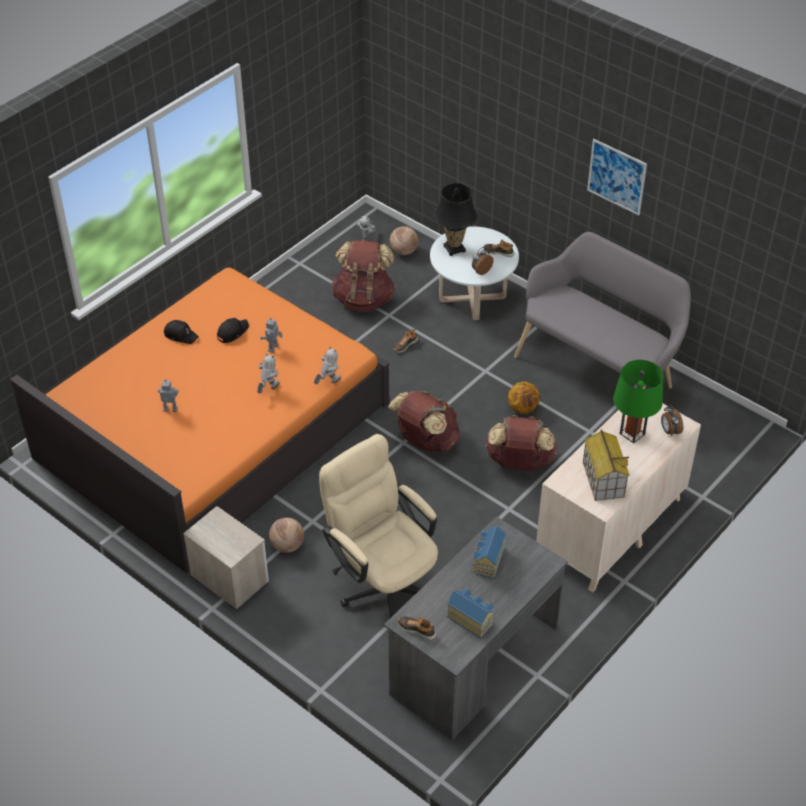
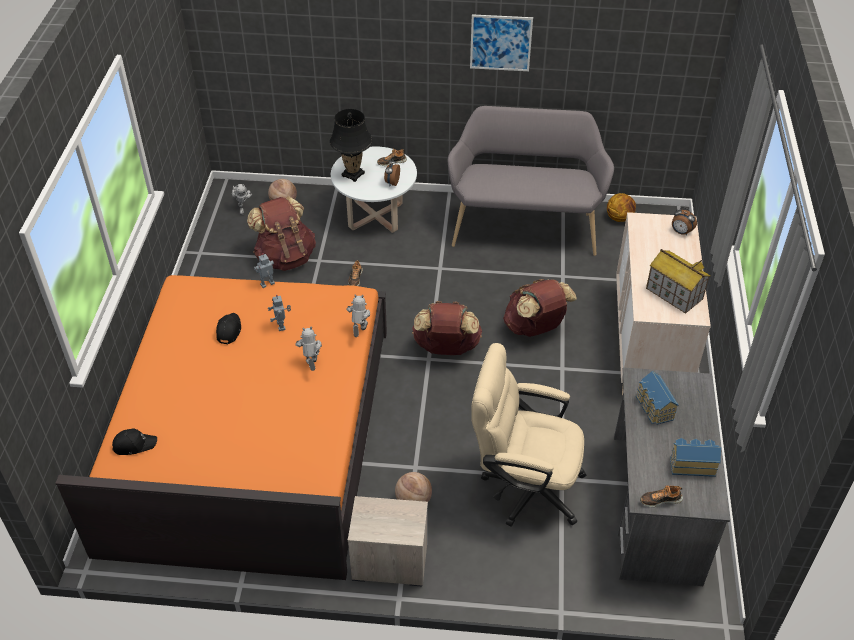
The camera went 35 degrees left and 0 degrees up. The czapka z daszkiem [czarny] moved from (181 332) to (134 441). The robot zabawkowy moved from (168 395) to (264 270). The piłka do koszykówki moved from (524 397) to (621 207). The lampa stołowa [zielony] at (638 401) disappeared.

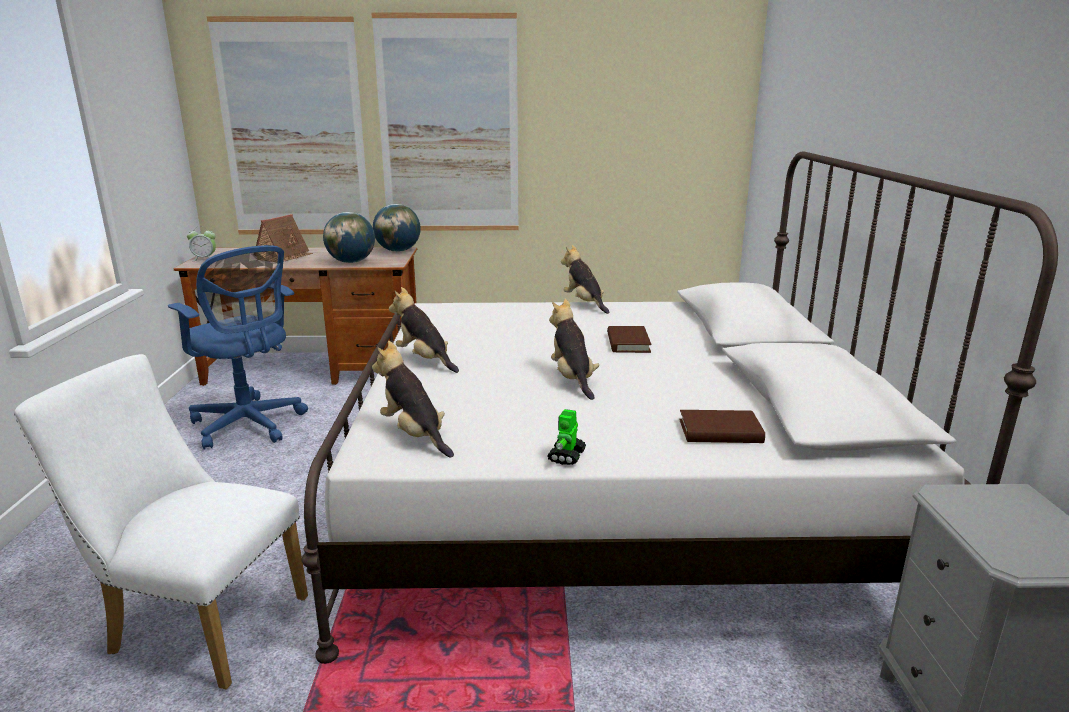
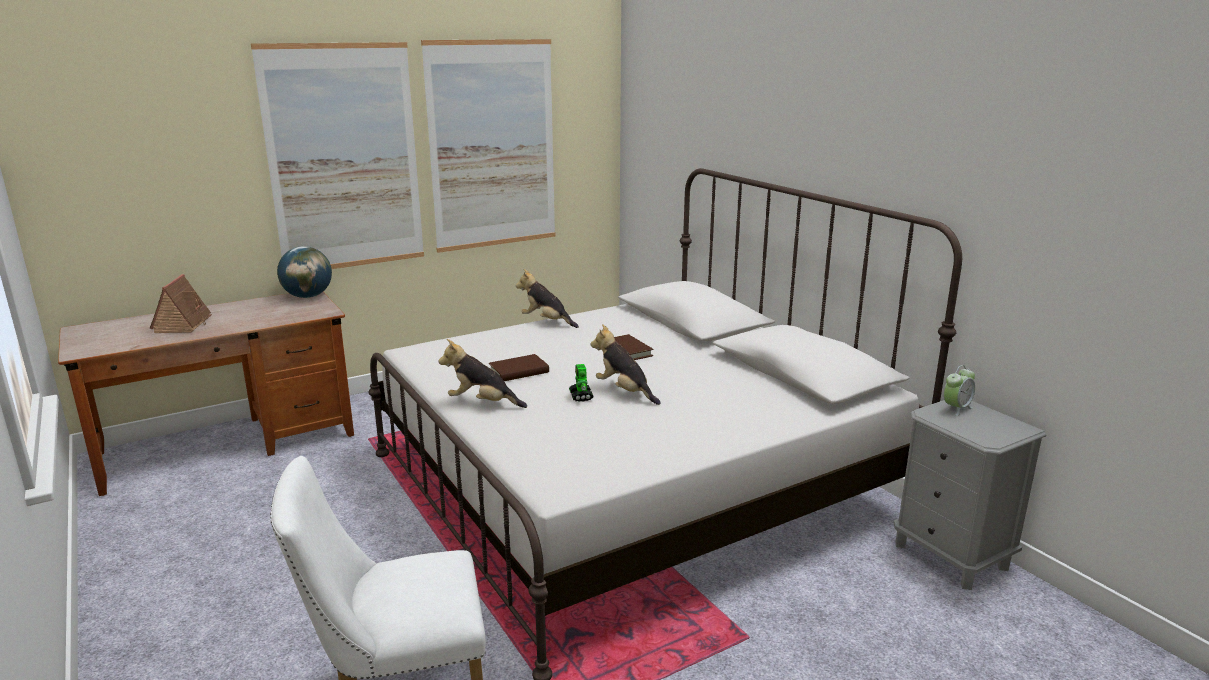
The camera went 30 degrees left and 0 degrees up. The obraz moved from (288 125) to (488 146). The książka [brązowy] moved from (722 426) to (519 367). The robot zabawkowy moved from (566 437) to (581 383). The budzik moved from (201 244) to (959 390). The krzesło biurowe [niebieski] at (238 347) disappeared. The globus at (349 237) disappeared. The pluszak at (413 399) disappeared.

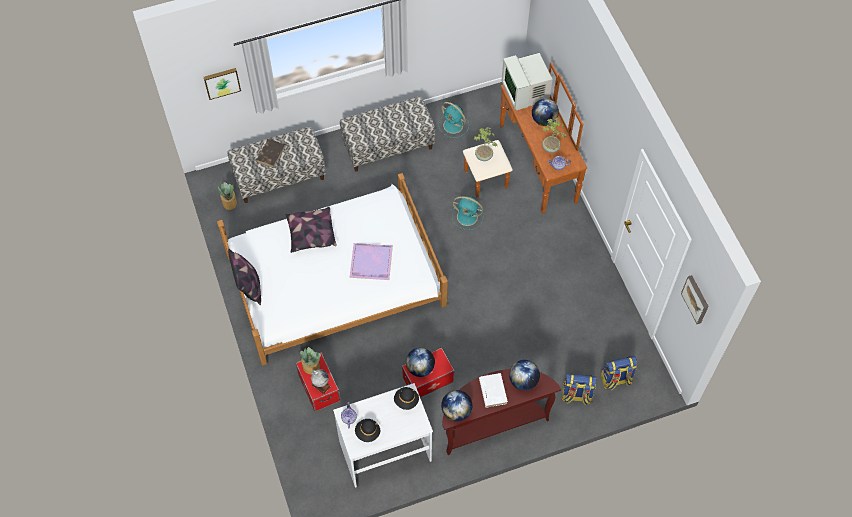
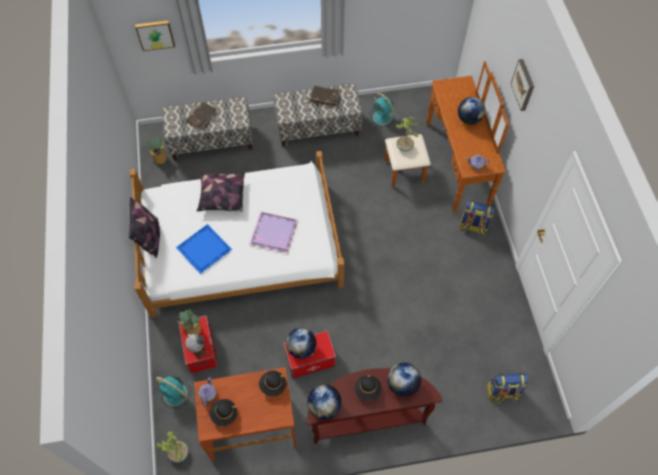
The camera went 10 degrees right and 0 degrees up. The wentylator [turkusowy] moved from (467 213) to (175 394). The roślina doniczkowa moved from (554 135) to (172 447). The taca [niebieski] at (204 249) appeared. The biurko [biały] at (383 435) became the biurko [brązowy] at (245 414). The książka [brązowy] at (325 96) appeared. The książka [biały] at (493 390) was replaced by the kapelusz [czarny] at (368 388). The plecak moved from (579 389) to (477 218). The obraz moved from (695 299) to (522 85). The monitor at (526 82) disappeared.

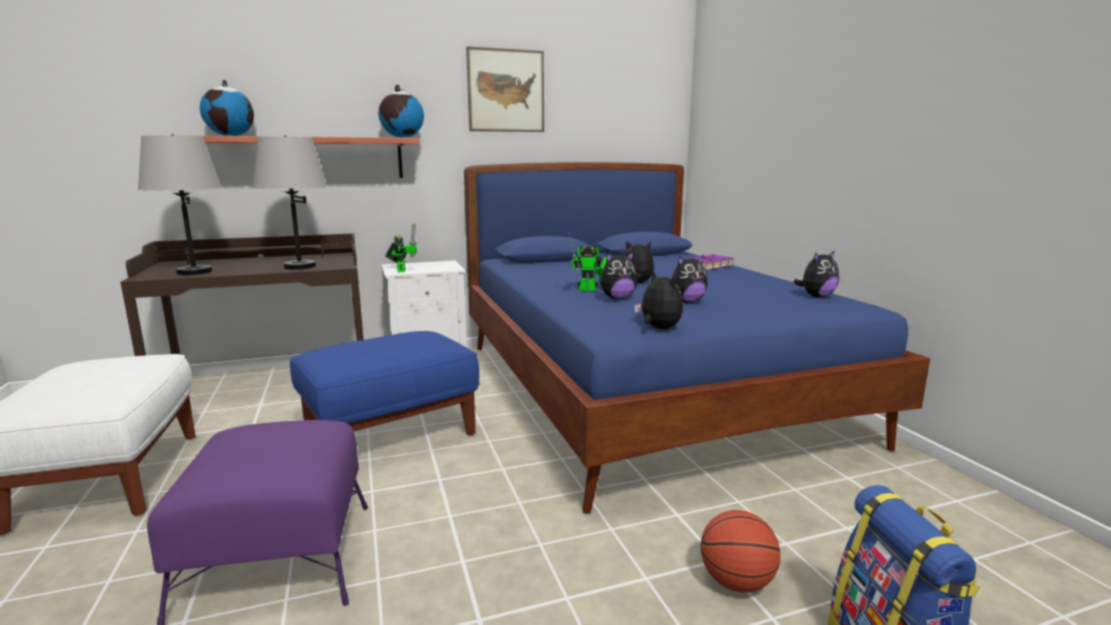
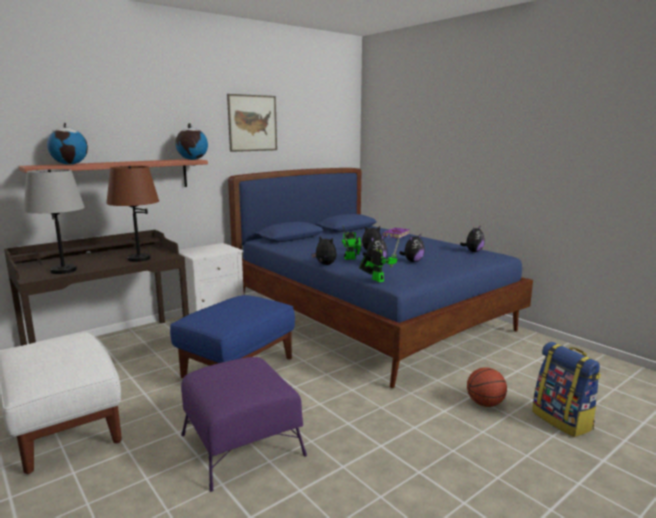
The camera went 20 degrees left and 0 degrees up. The lampa stołowa [szary] at (290 202) became the lampa stołowa [brązowy] at (132 214). The pluszak moved from (659 299) to (324 250). The robot zabawkowy moved from (401 247) to (379 260).

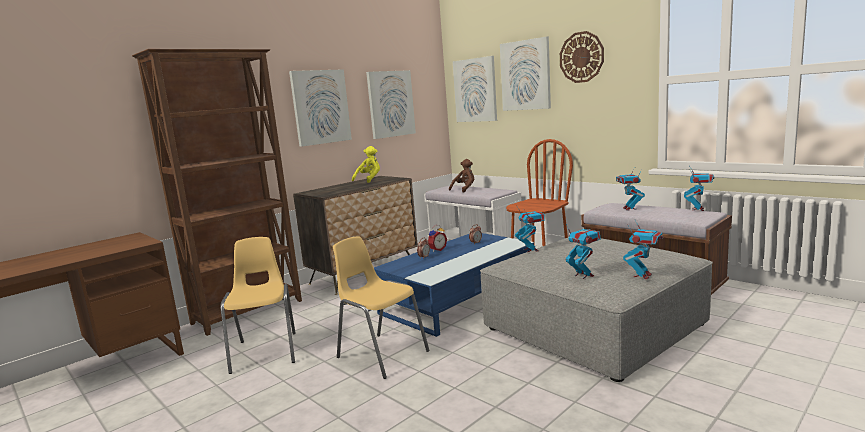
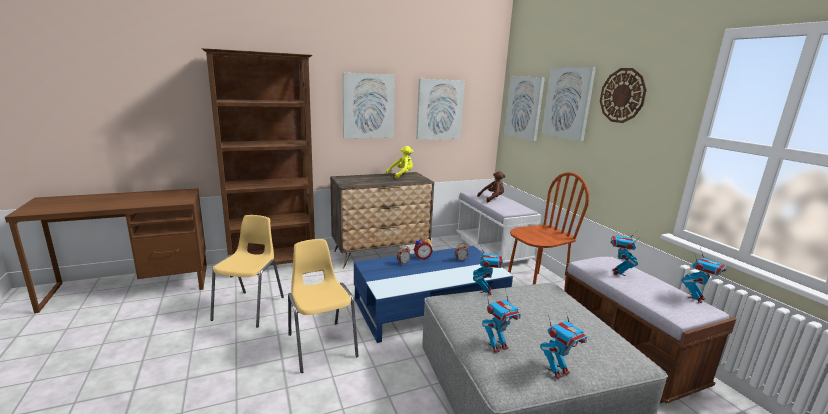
The camera went 20 degrees right and 5 degrees up. The robot zabawkowy at (583 251) turned 75 degrees clockwise.

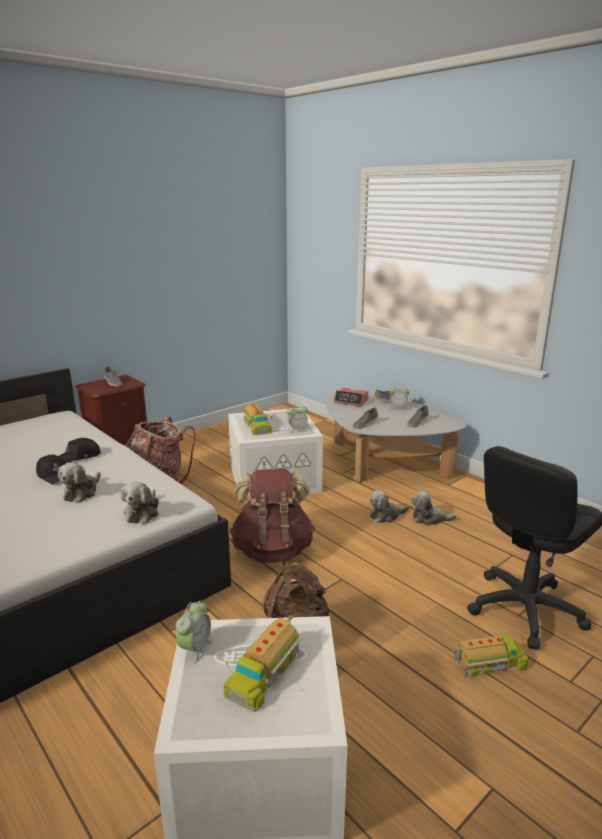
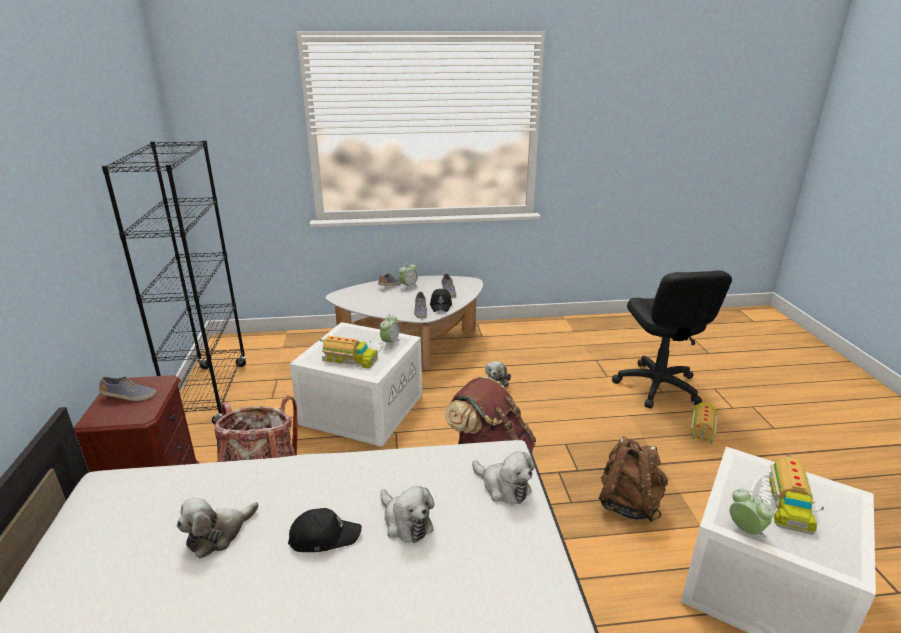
The camera went 55 degrees left and 5 degrees up. The regał [czarny] at (174 282) appeared. The pluszak moved from (434 508) to (218 528). The czapka z daszkiem [czarny] moved from (80 450) to (441 300). The ciężarówka zabawkowa at (262 664) turned 45 degrees clockwise. The budzik at (351 397) disappeared.

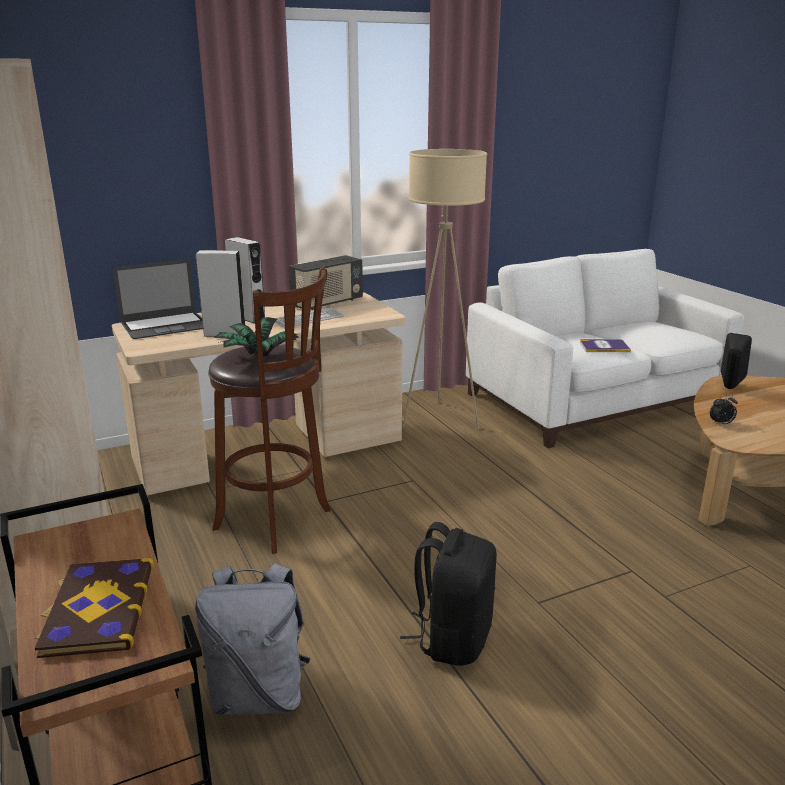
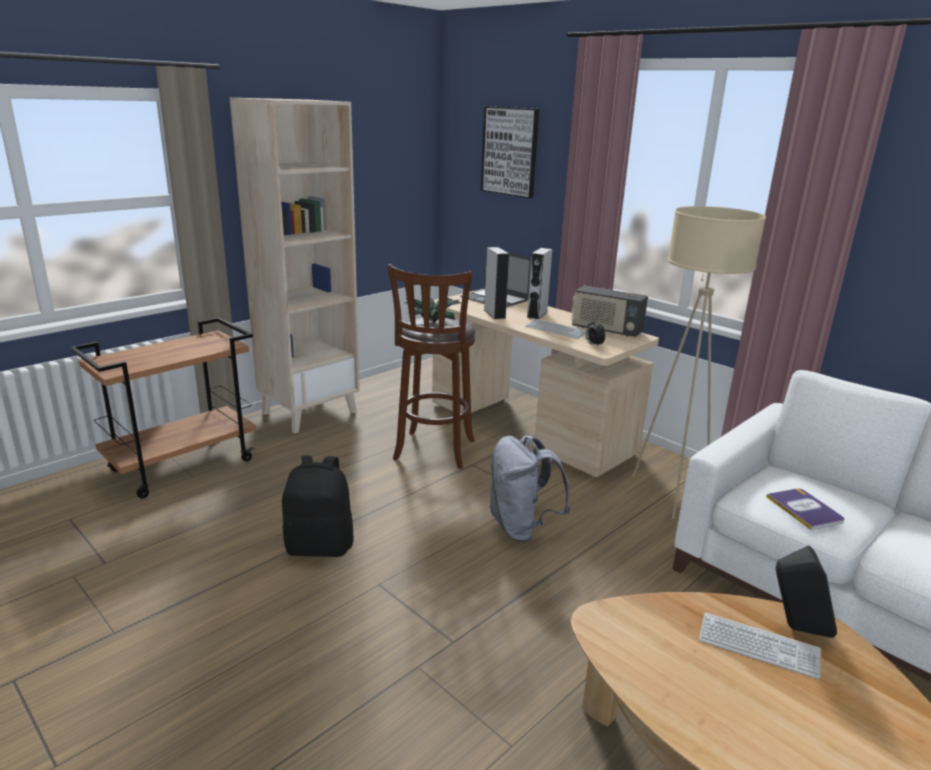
The camera went 70 degrees right and 0 degrees up. The obraz at (510 152) appeared. The plecak [szary] moved from (253 639) to (530 488). The budzik moved from (724 409) to (595 333). The klawiatura at (760 646) appeared. The książka at (94 608) disappeared.

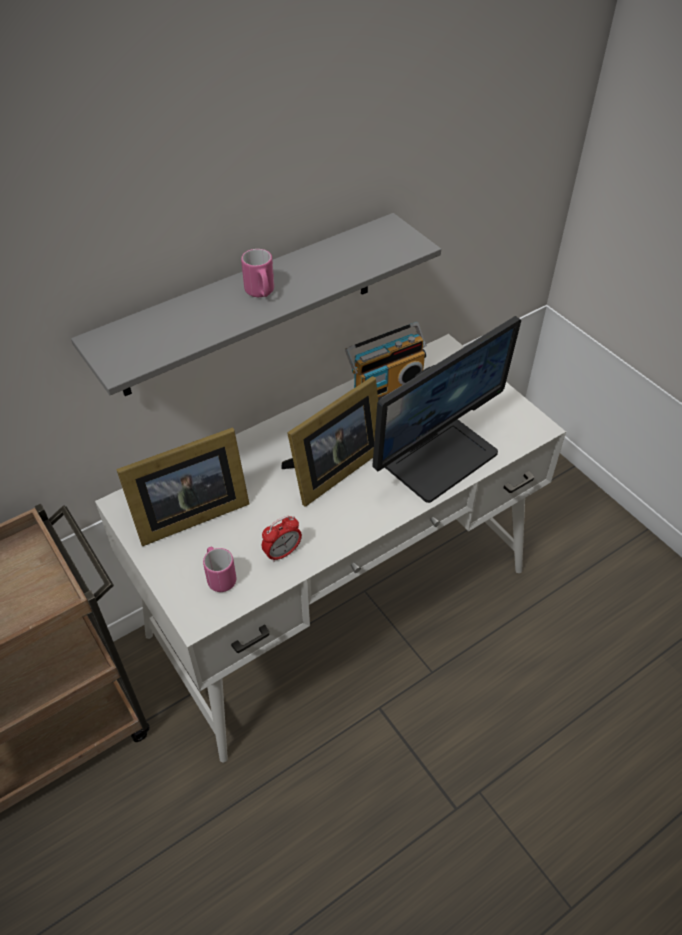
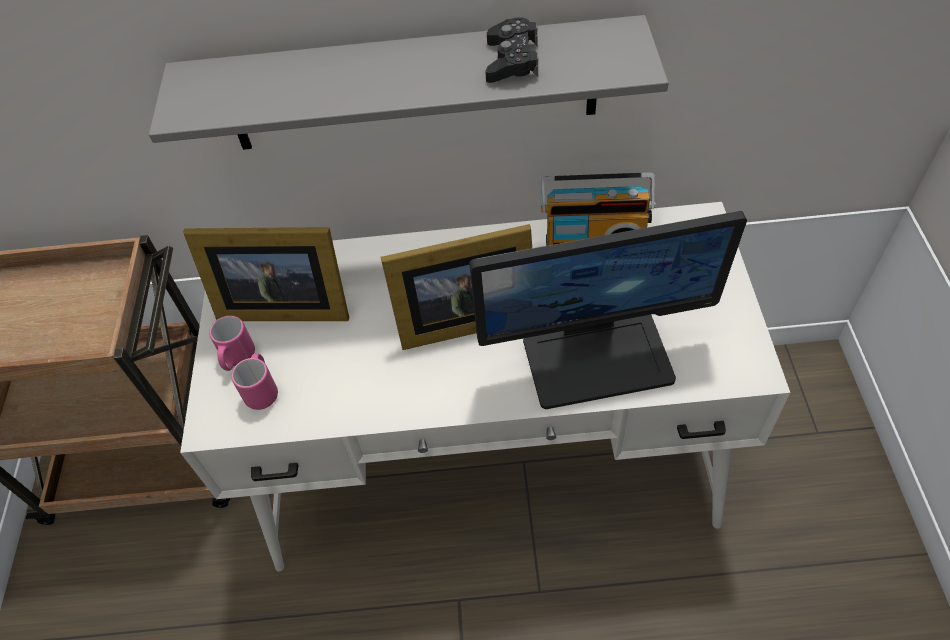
The camera went 35 degrees right and 5 degrees up. The kubek [różowy] moved from (257 273) to (232 343). The pad do gier [czarny] at (511 50) appeared. The budzik at (282 539) disappeared.

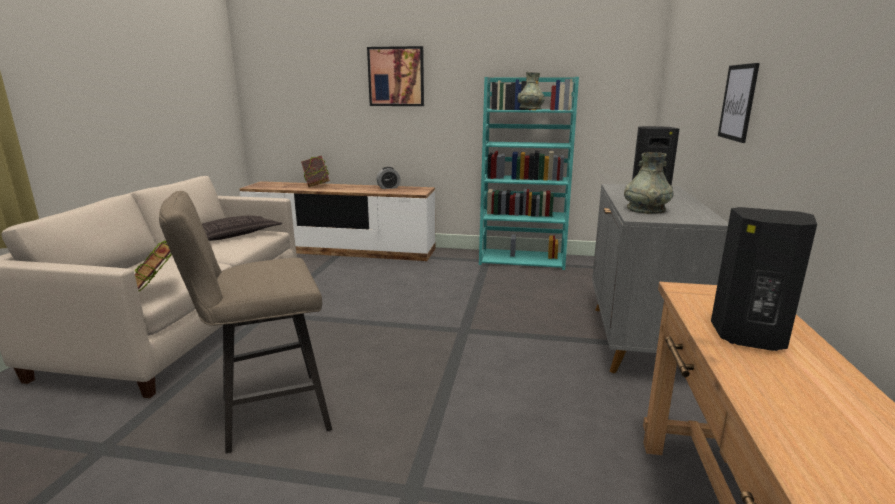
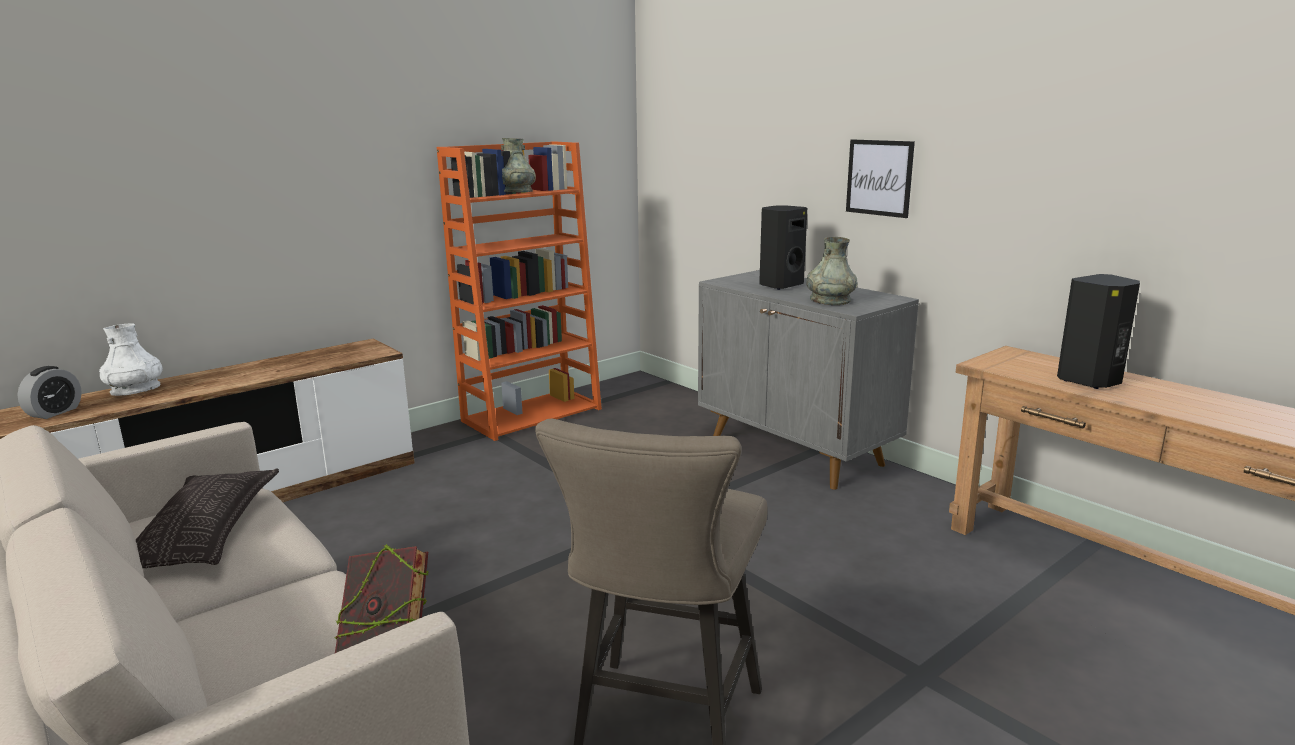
The camera went 50 degrees left and 0 degrees up. The budzik moved from (388 178) to (50 392). The książka at (315 171) was replaced by the wazon [biały] at (131 359). The regał [turkusowy] at (529 173) became the regał [pomarańczowy] at (519 291). The obraz at (395 76) disappeared.

